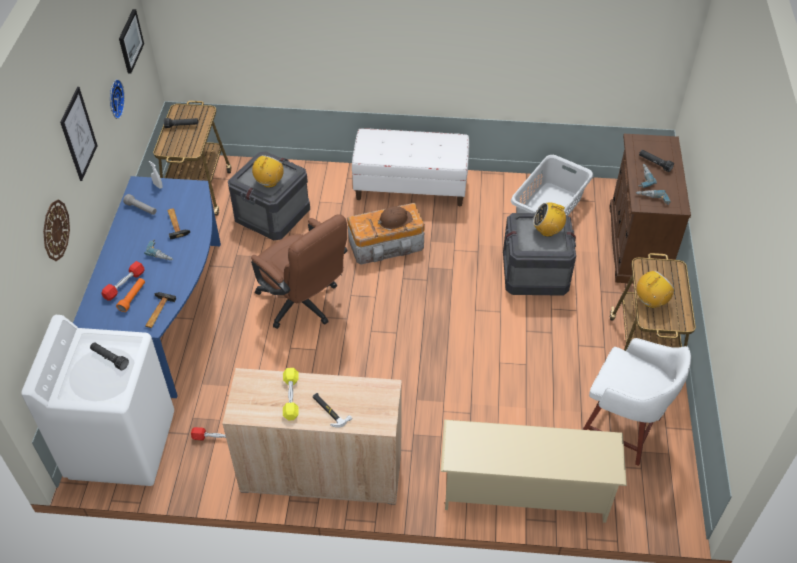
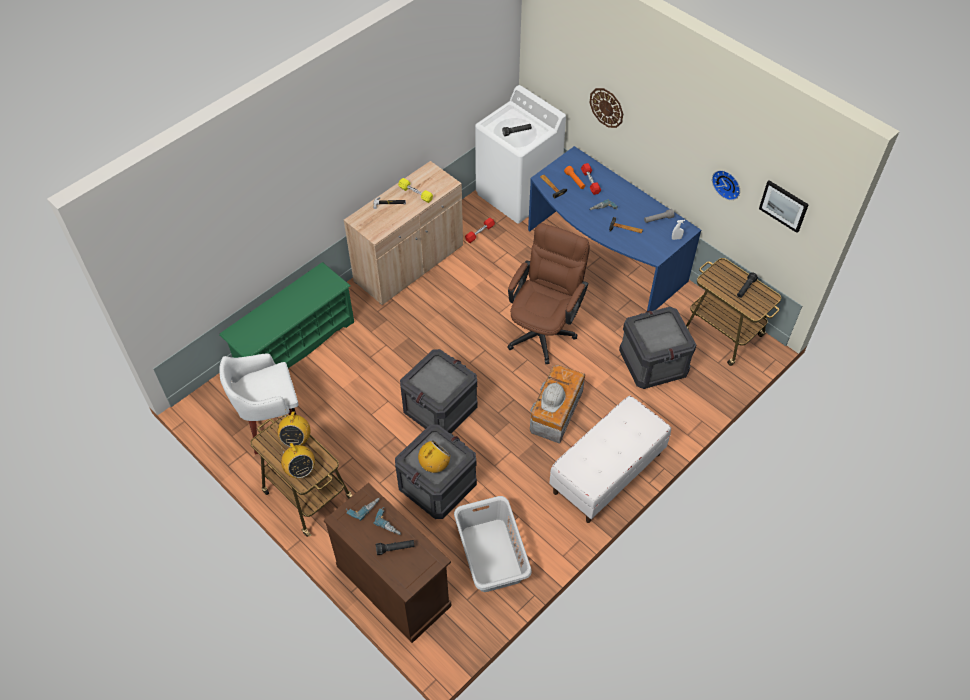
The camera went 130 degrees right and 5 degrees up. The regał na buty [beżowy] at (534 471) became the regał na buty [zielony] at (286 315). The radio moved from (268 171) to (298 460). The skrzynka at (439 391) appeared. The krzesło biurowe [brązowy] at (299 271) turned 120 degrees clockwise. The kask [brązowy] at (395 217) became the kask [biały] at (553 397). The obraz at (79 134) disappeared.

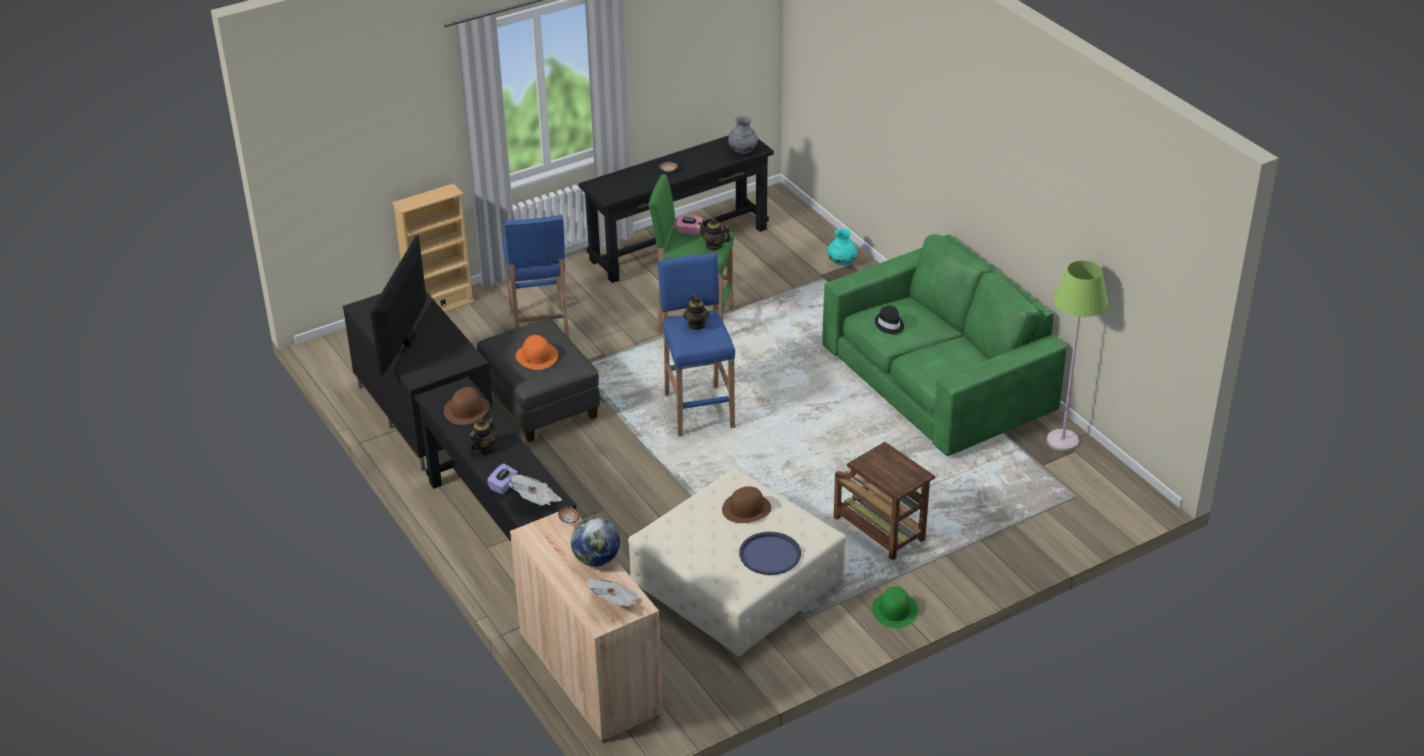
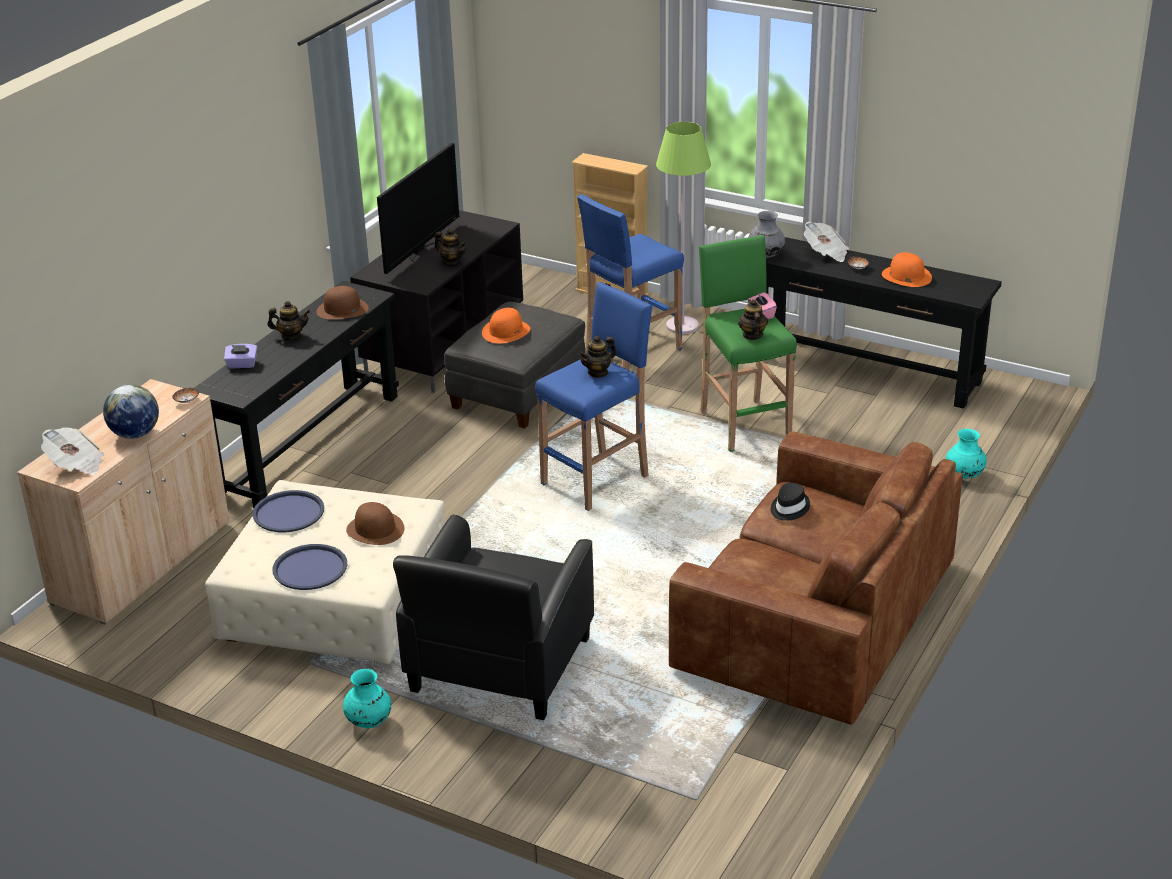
The camera went 60 degrees right and 5 degrees down. The taca [niebieski] at (288 511) appeared. The kapelusz [zielony] at (895 607) was replaced by the wazon [turkusowy] at (367 698). The telewizor at (398 305) turned 135 degrees clockwise. The stolik [brązowy] at (884 501) was replaced by the fotel [czarny] at (493 617). The imbryk at (450 247) appeared. The lampa stojąca [zielony] moved from (1077 355) to (683 228). The kanapa [zielony] at (944 345) became the kanapa [brązowy] at (816 578). The wazon [szary] moved from (743 134) to (766 234). The gazeta moved from (535 490) to (826 242). The kapelusz [pomarańczowy] at (907 269) appeared.

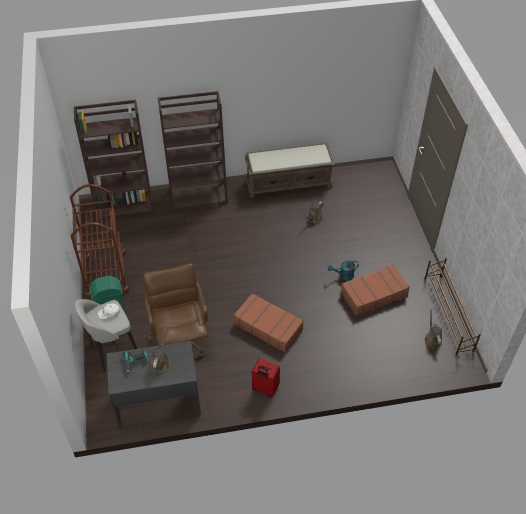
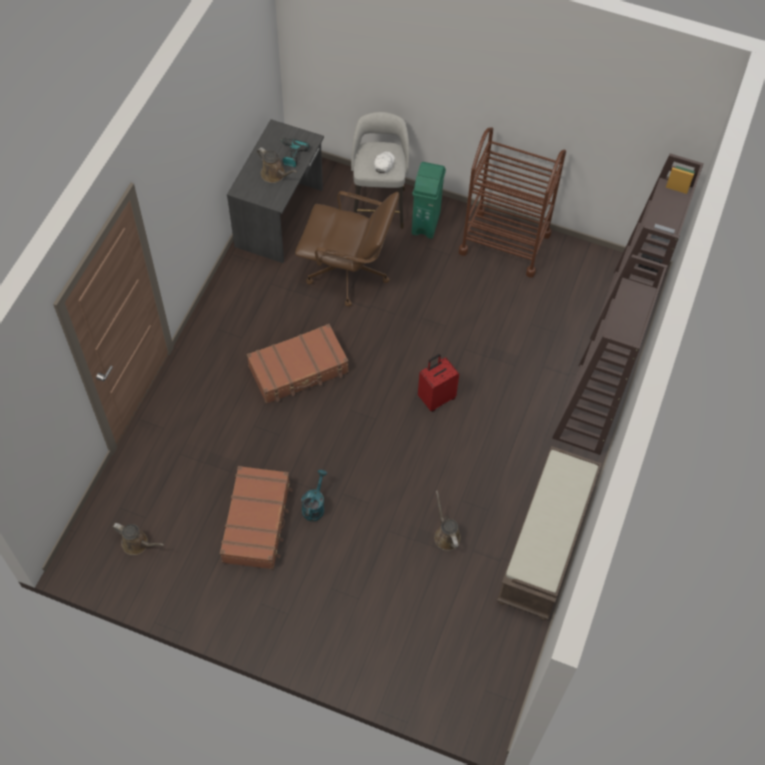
The camera went 120 degrees right and 10 degrees up. The walizka [czerwony] moved from (266 377) to (438 383). The regał na buty [brązowy] at (452 306) disappeared.

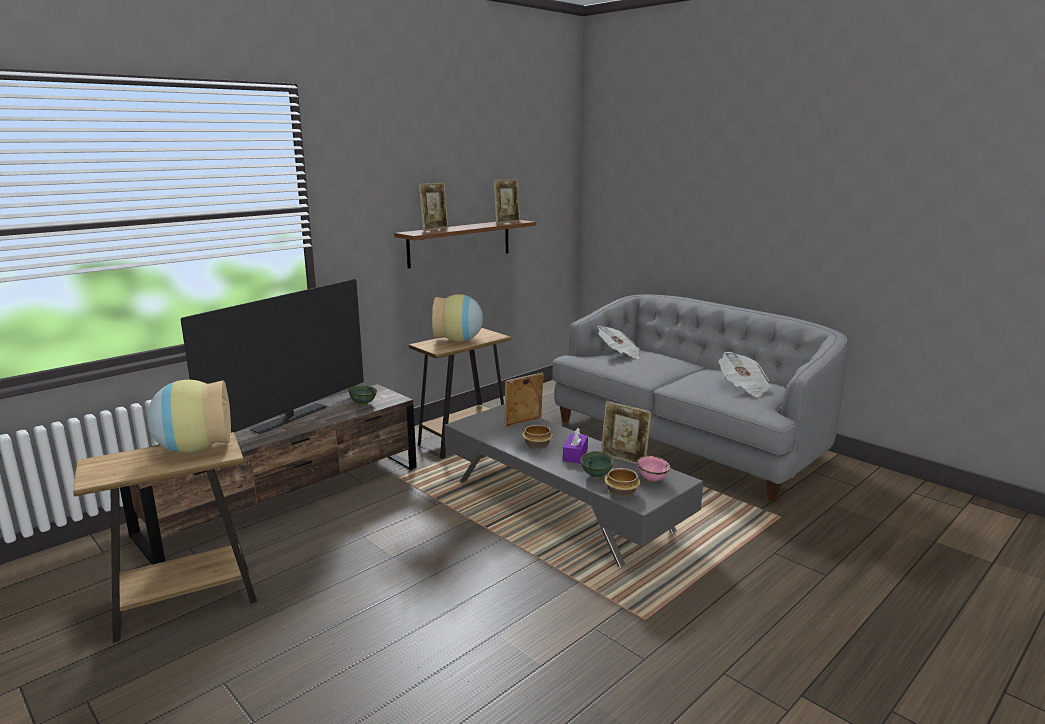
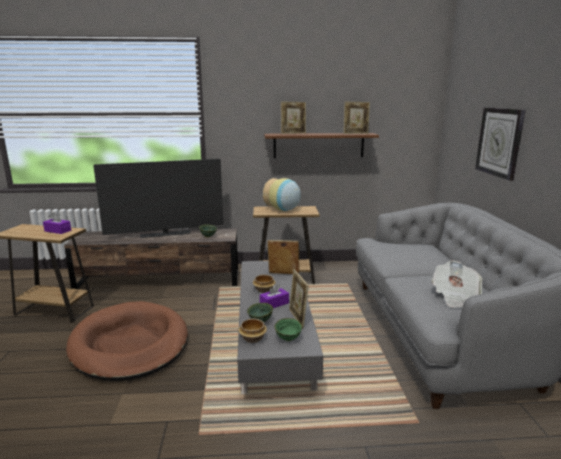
The camera went 40 degrees right and 0 degrees up. The wazon at (189 416) was replaced by the pudełko chusteczek [fioletowy] at (57 223). The legowisko [brązowy] at (127 341) appeared. The miska [różowy] at (653 468) became the miska [zielony] at (288 329). The zegar ścienny at (500 144) appeared. The gazeta at (618 342) disappeared.

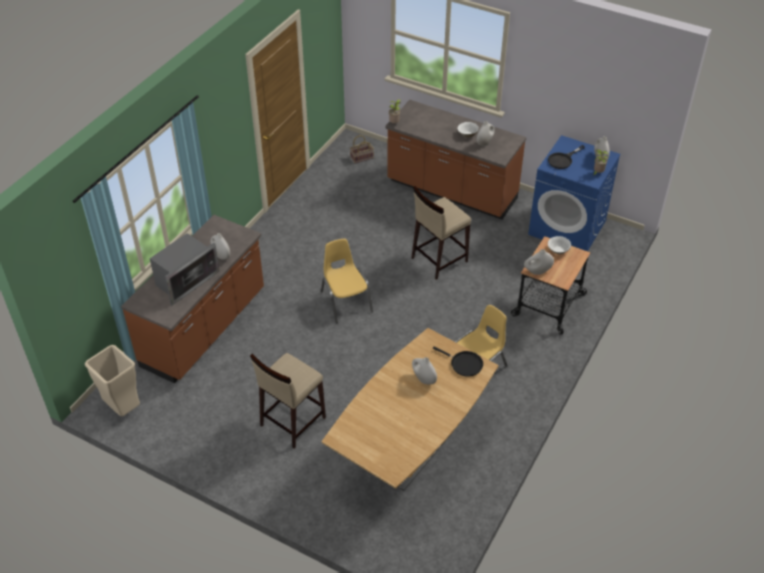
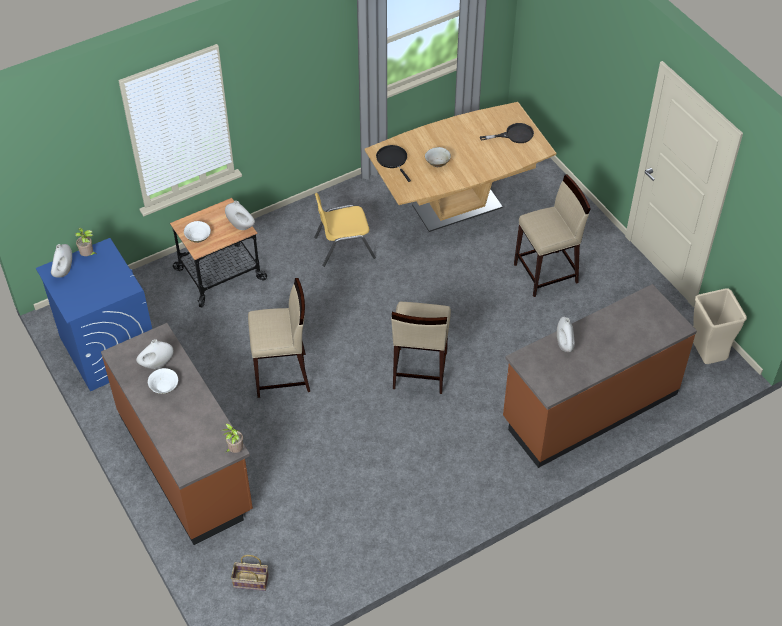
The camera went 150 degrees left and 5 degrees up. The krzesło [żółty] at (347 281) was replaced by the stołek [beżowy] at (421 348). The wazon [biały] at (424 370) was replaced by the miska [beżowy] at (438 157). The patelnia [czarny] moved from (566 157) to (507 133). The mikrofalówka at (185 269) disappeared.

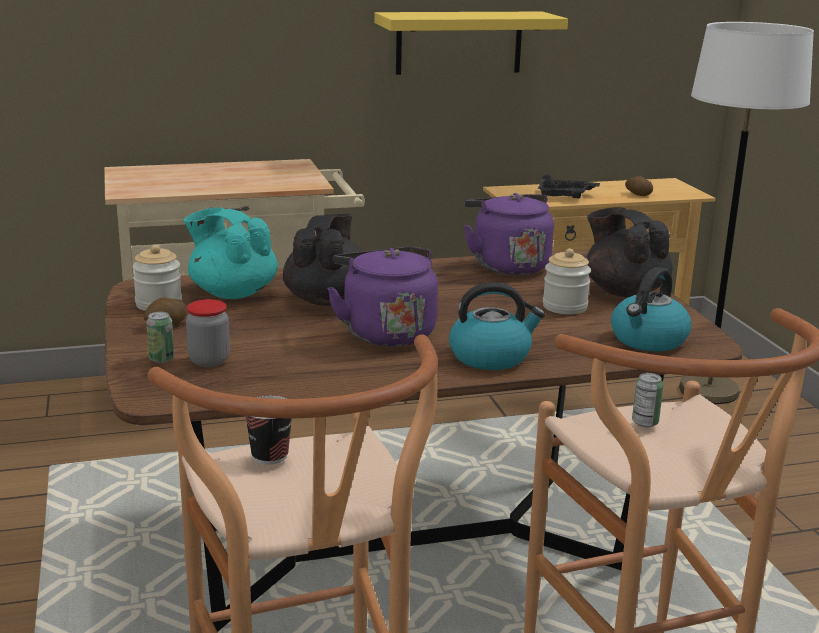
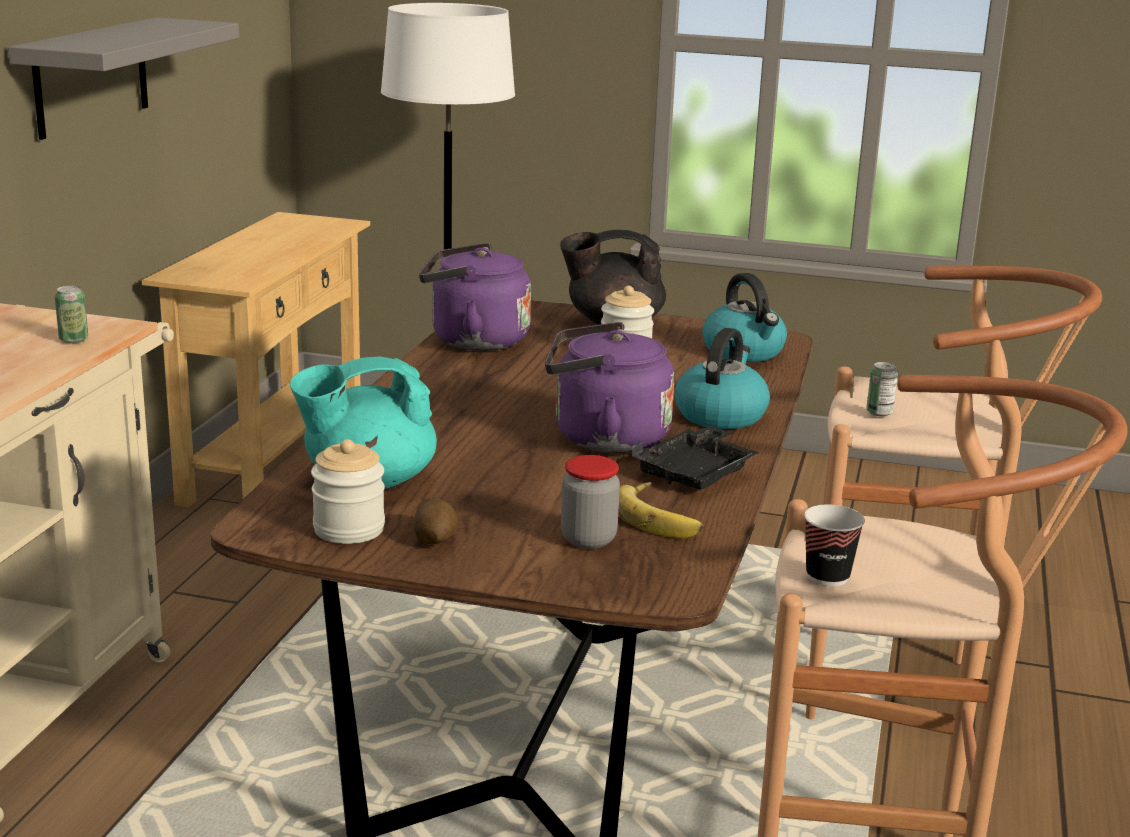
The camera went 60 degrees left and 0 degrees up. The półka [żółty] at (471 43) became the półka [szary] at (123 78). The puszka moved from (160 337) to (71 314). The banan at (660 510) appeared. The taca [czarny] moved from (569 187) to (695 457). The imbryk [czarny] at (323 260) disappeared. The ziemniak at (639 186) disappeared.

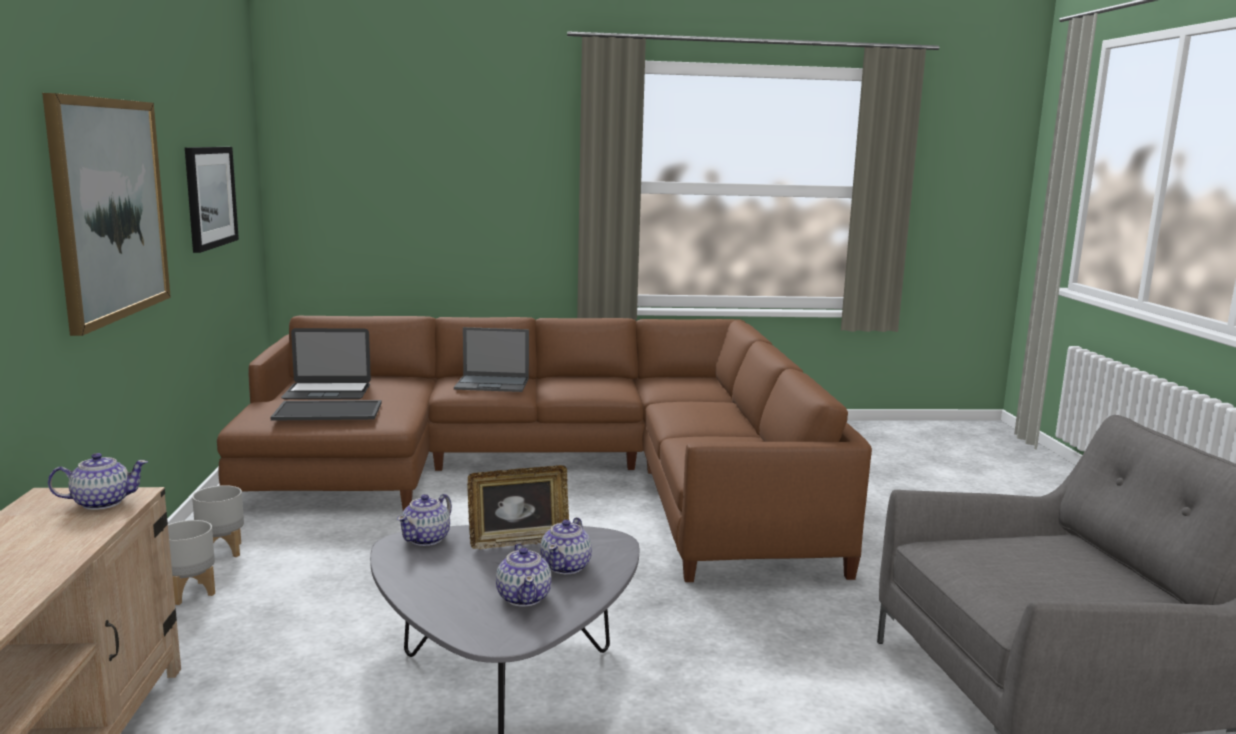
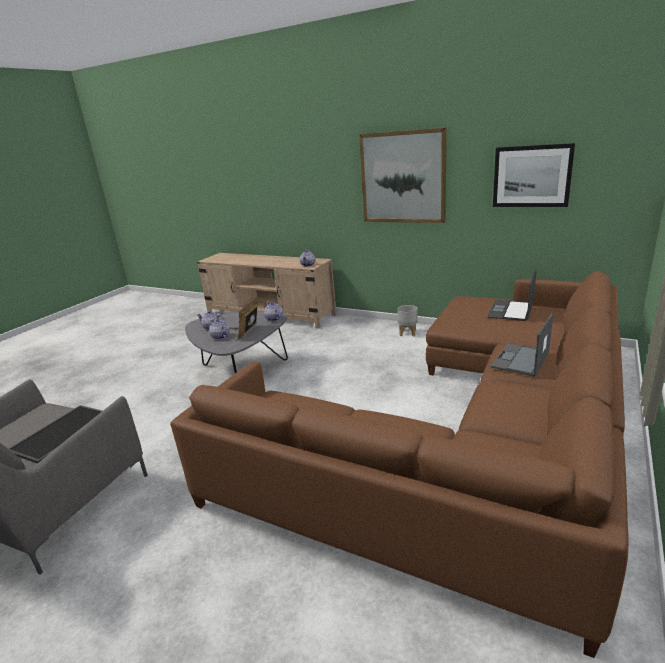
The camera went 125 degrees right and 10 degrees up. The taca moved from (326 410) to (55 434). The donica [szary] at (191 562) disappeared.

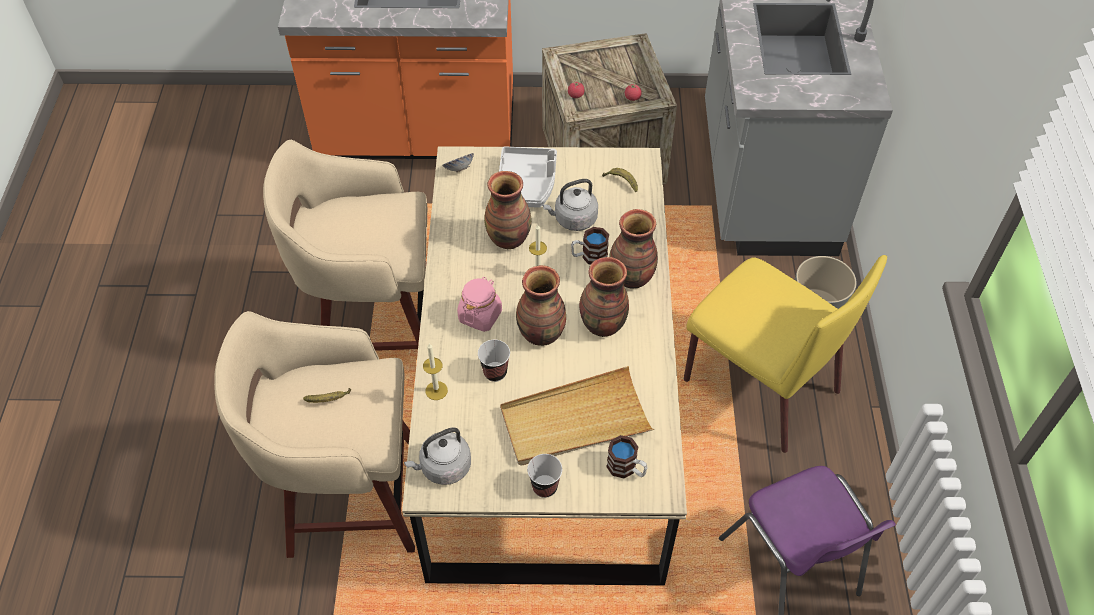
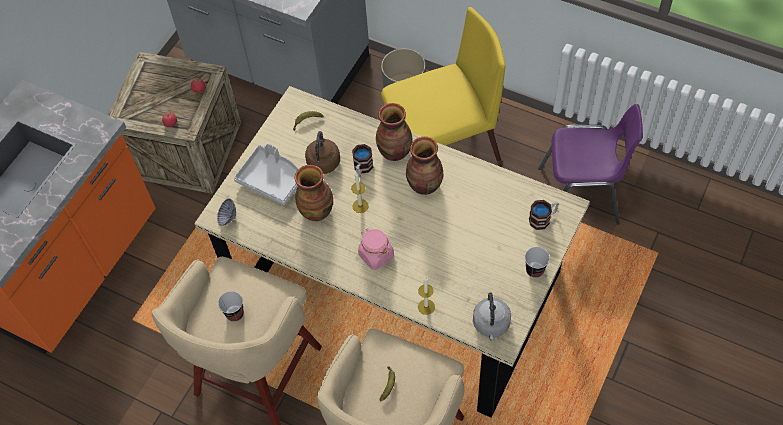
The camera went 60 degrees left and 5 degrees up. The filiżanka moved from (494 361) to (231 306). The czajnik [szary] at (570 205) became the czajnik [brązowy] at (322 152). The taca [beżowy] at (577 415) disappeared. The wazon at (541 305) disappeared.

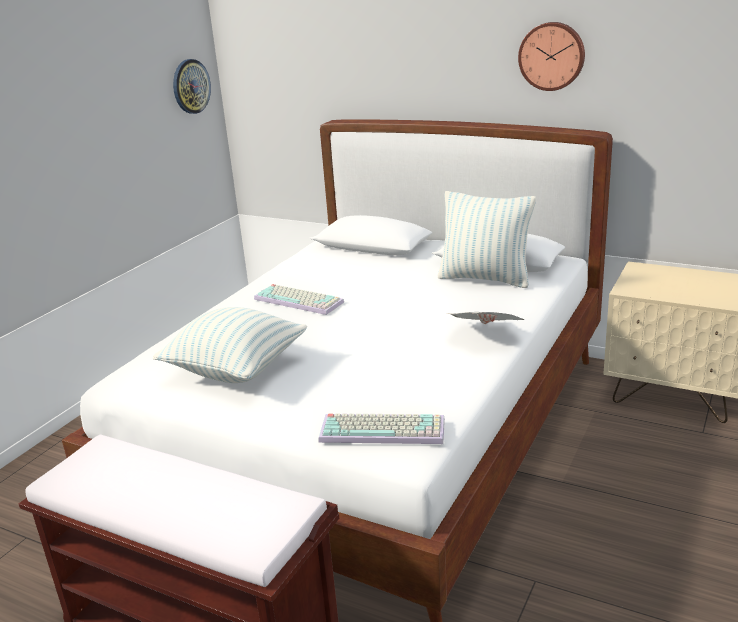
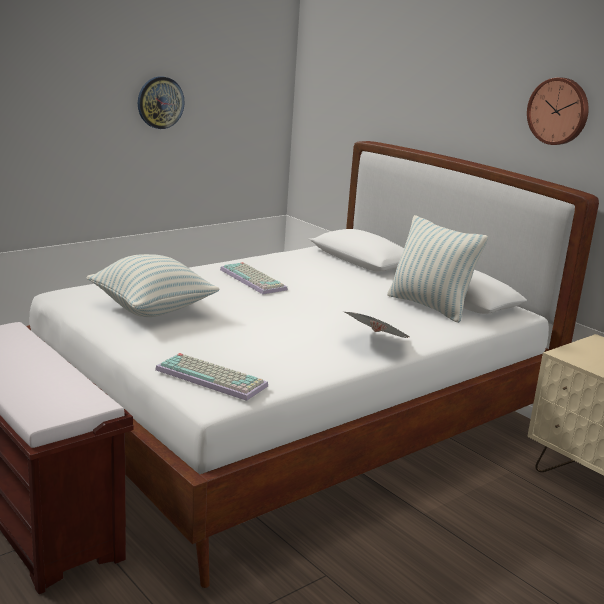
The camera went 20 degrees right and 5 degrees down. The zegar ścienny moved from (192 86) to (161 103).

